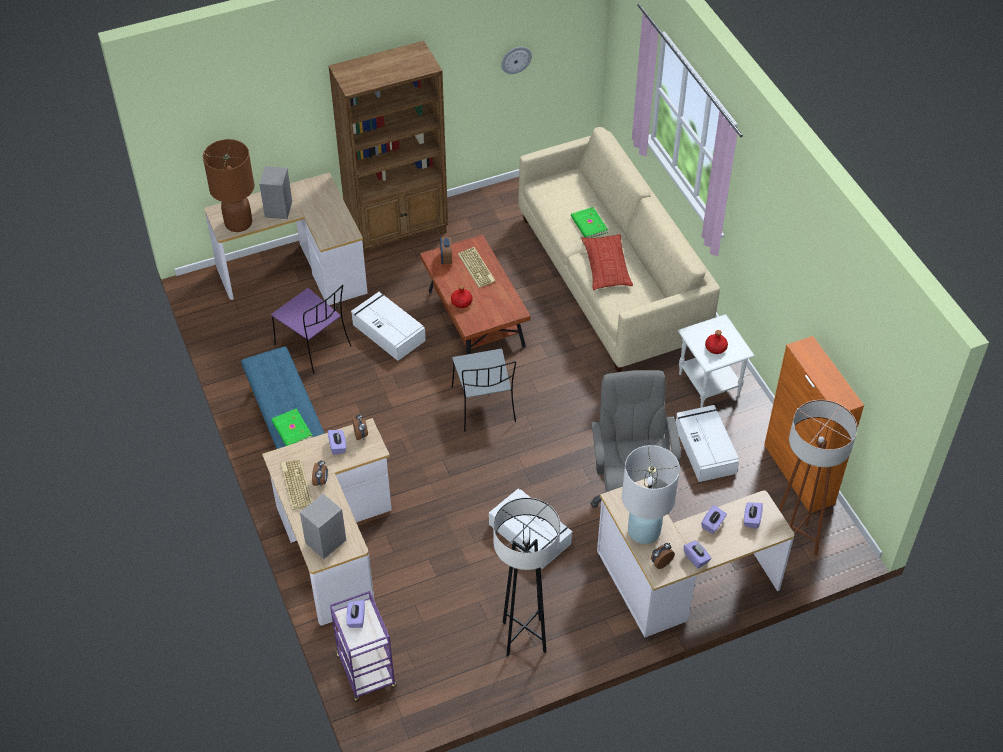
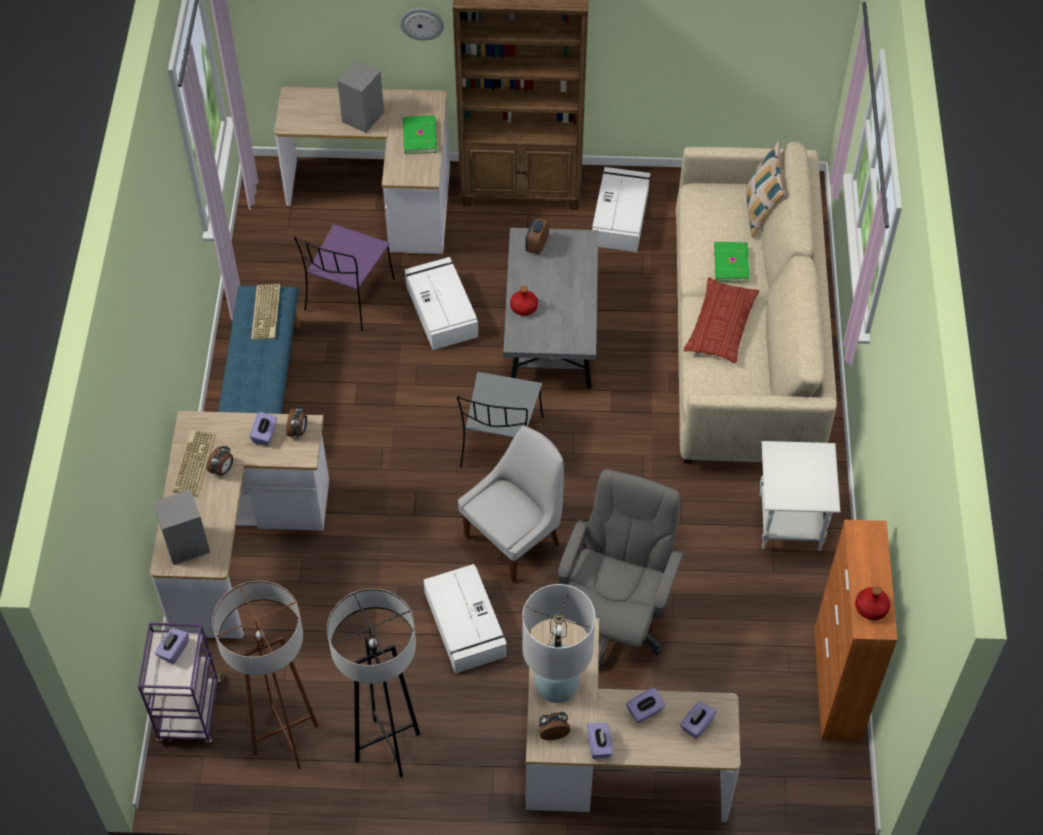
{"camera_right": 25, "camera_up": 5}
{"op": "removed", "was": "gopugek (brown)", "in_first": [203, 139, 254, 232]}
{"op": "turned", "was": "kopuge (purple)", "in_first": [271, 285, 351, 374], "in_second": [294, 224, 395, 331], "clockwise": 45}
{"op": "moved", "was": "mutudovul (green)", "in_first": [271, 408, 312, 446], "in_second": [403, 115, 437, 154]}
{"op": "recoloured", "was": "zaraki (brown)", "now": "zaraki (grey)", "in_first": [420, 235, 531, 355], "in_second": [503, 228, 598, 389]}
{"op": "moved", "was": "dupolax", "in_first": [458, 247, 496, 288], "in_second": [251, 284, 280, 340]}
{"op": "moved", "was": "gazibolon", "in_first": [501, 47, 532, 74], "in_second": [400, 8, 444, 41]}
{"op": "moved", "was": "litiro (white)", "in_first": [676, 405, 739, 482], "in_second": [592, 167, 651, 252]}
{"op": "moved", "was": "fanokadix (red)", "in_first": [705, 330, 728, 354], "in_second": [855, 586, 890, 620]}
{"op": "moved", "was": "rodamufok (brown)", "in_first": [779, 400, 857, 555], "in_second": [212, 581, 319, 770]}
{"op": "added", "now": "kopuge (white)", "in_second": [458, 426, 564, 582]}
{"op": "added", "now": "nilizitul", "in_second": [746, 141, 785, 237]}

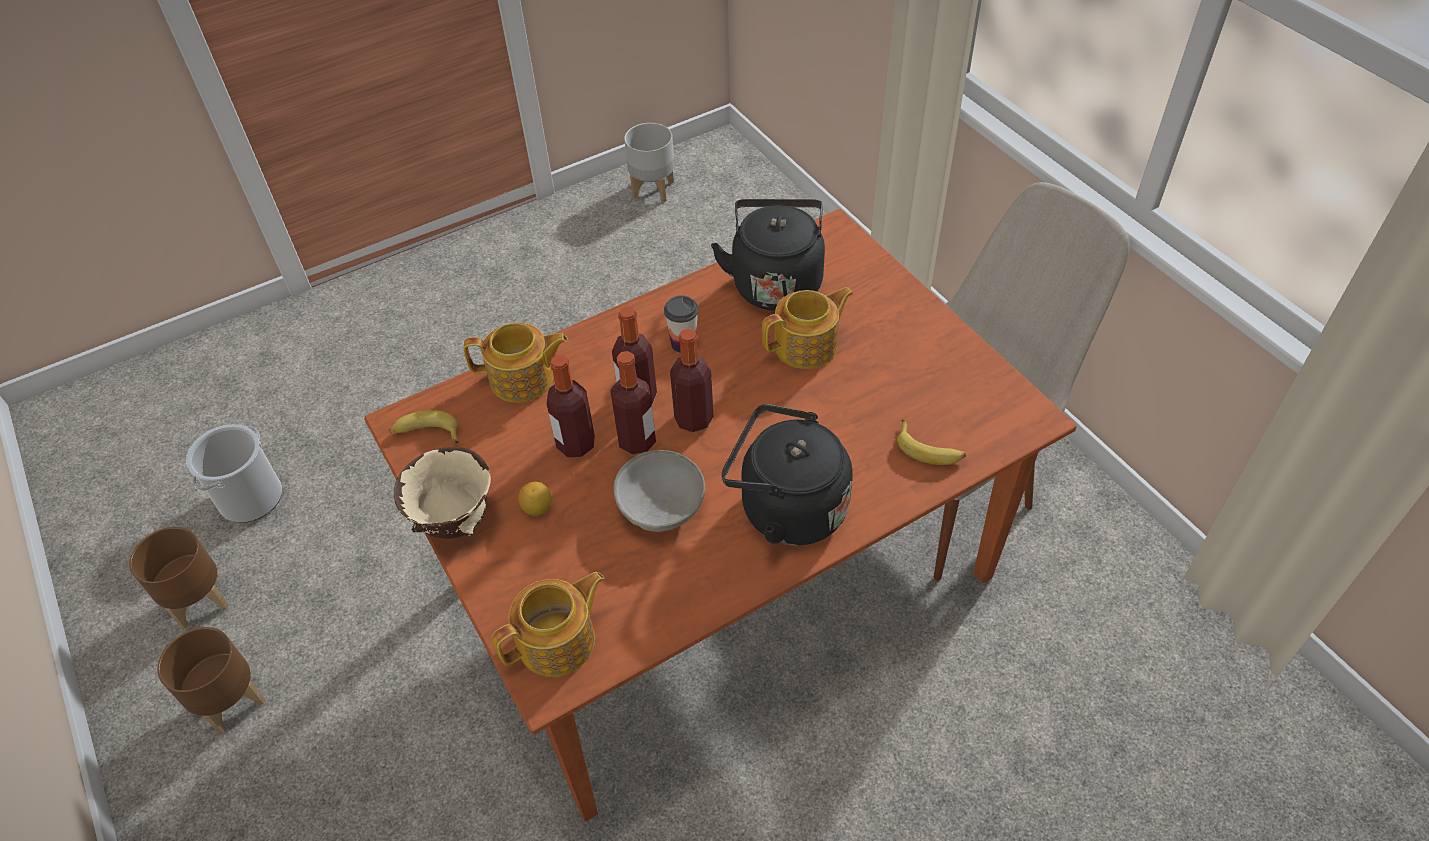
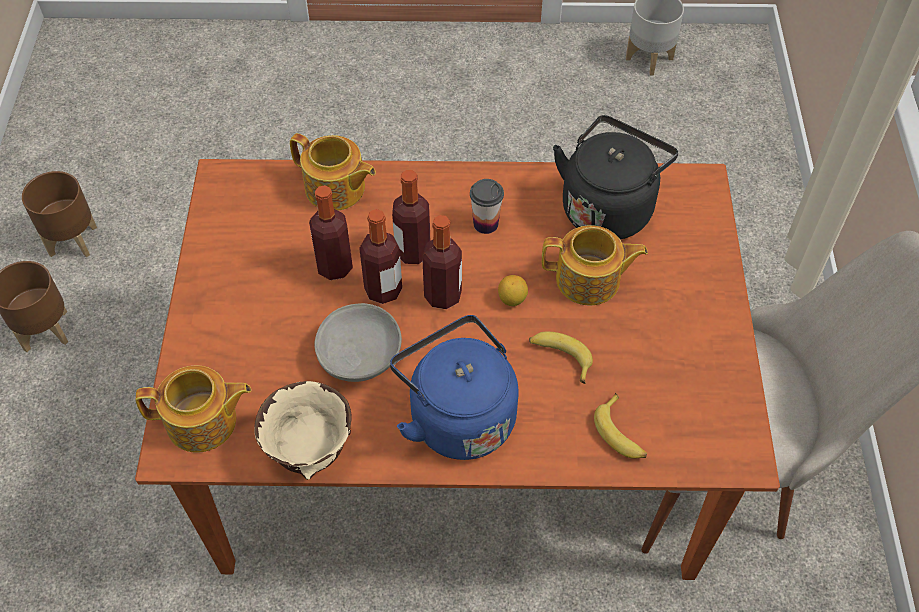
{"camera_right": 30, "camera_up": 5}
{"op": "removed", "was": "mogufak", "in_first": [186, 424, 282, 523]}
{"op": "moved", "was": "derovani", "in_first": [389, 410, 459, 443], "in_second": [529, 331, 593, 384]}
{"op": "moved", "was": "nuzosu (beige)", "in_first": [394, 447, 491, 539], "in_second": [254, 381, 352, 480]}
{"op": "moved", "was": "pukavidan", "in_first": [518, 481, 552, 516], "in_second": [498, 275, 528, 306]}
{"op": "recoloured", "was": "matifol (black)", "now": "matifol (blue)", "in_first": [721, 404, 853, 545], "in_second": [390, 315, 519, 460]}

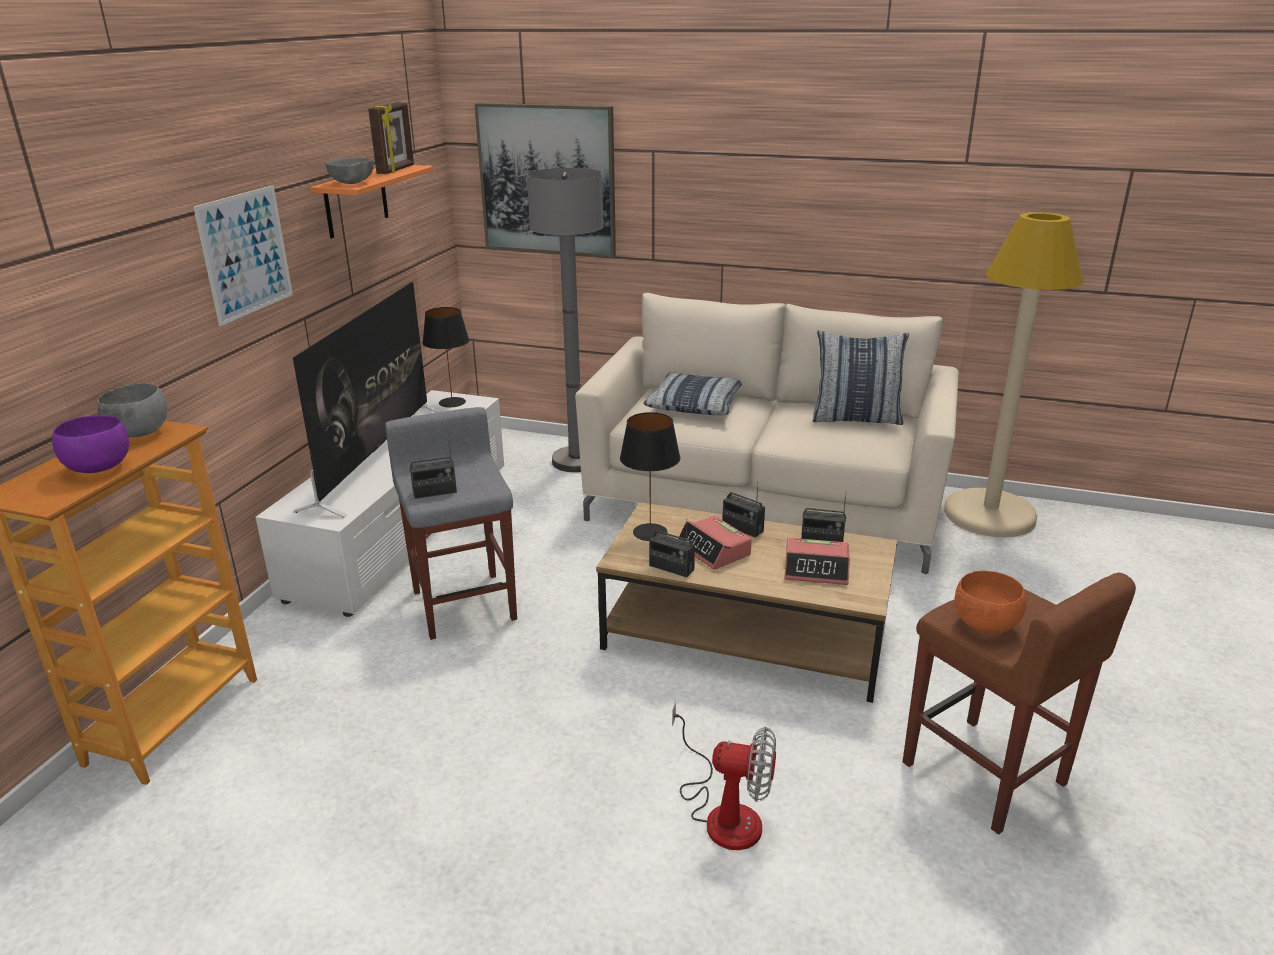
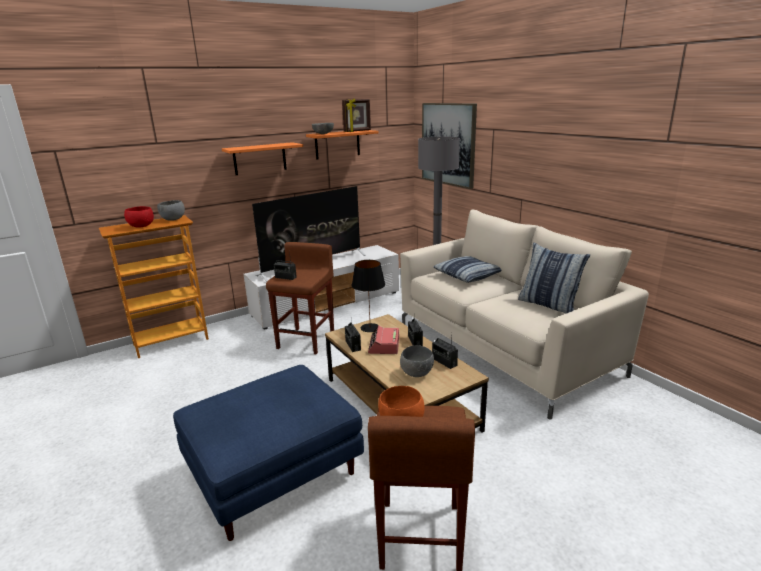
{"camera_right": 40, "camera_up": -5}
{"op": "recoloured", "was": "nuzosu (purple)", "now": "nuzosu (red)", "in_first": [52, 415, 129, 473], "in_second": [124, 206, 154, 228]}
{"op": "replaced", "was": "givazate", "now": "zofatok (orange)", "in_first": [193, 185, 293, 326], "in_second": [222, 142, 303, 175]}
{"op": "recoloured", "was": "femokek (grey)", "now": "femokek (brown)", "in_first": [385, 407, 517, 640], "in_second": [266, 242, 334, 354]}
{"op": "removed", "was": "gopugek (black)", "in_first": [422, 307, 469, 407]}
{"op": "replaced", "was": "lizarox", "now": "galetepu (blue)", "in_first": [672, 702, 776, 850], "in_second": [173, 365, 364, 541]}
{"op": "replaced", "was": "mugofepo", "now": "nuzosu (grey)", "in_first": [784, 538, 850, 585], "in_second": [400, 345, 434, 377]}
{"op": "removed", "was": "rodamufok (beige)", "in_first": [944, 212, 1083, 537]}

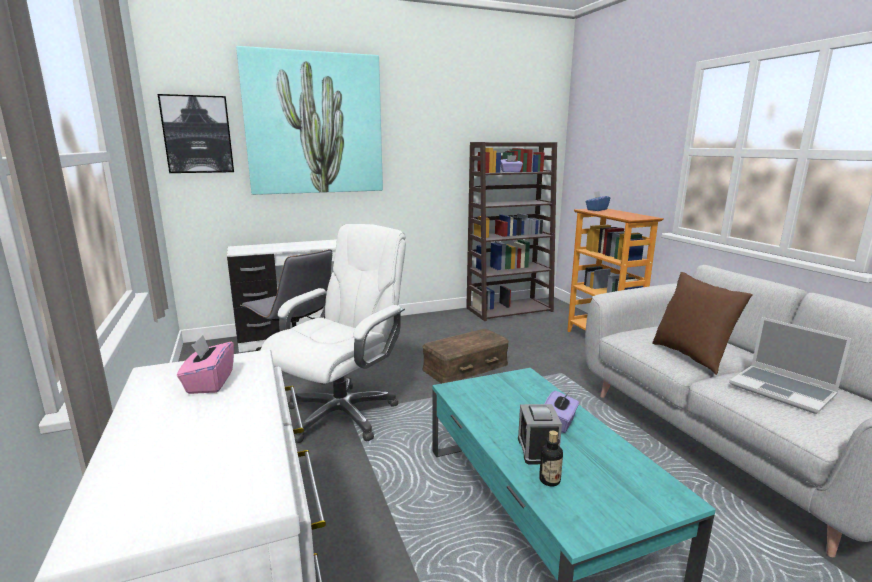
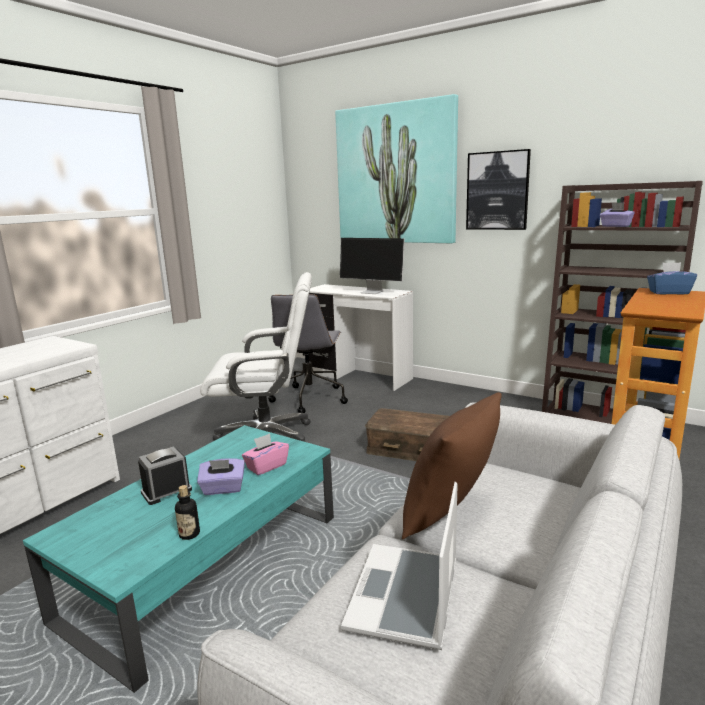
{"camera_right": 55, "camera_up": 0}
{"op": "moved", "was": "givazate", "in_first": [158, 94, 234, 173], "in_second": [466, 149, 531, 230]}
{"op": "moved", "was": "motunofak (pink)", "in_first": [177, 335, 234, 394], "in_second": [242, 433, 289, 475]}
{"op": "moved", "was": "fanokadix", "in_first": [539, 430, 563, 486], "in_second": [175, 485, 200, 540]}
{"op": "added", "now": "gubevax", "in_second": [340, 238, 405, 294]}

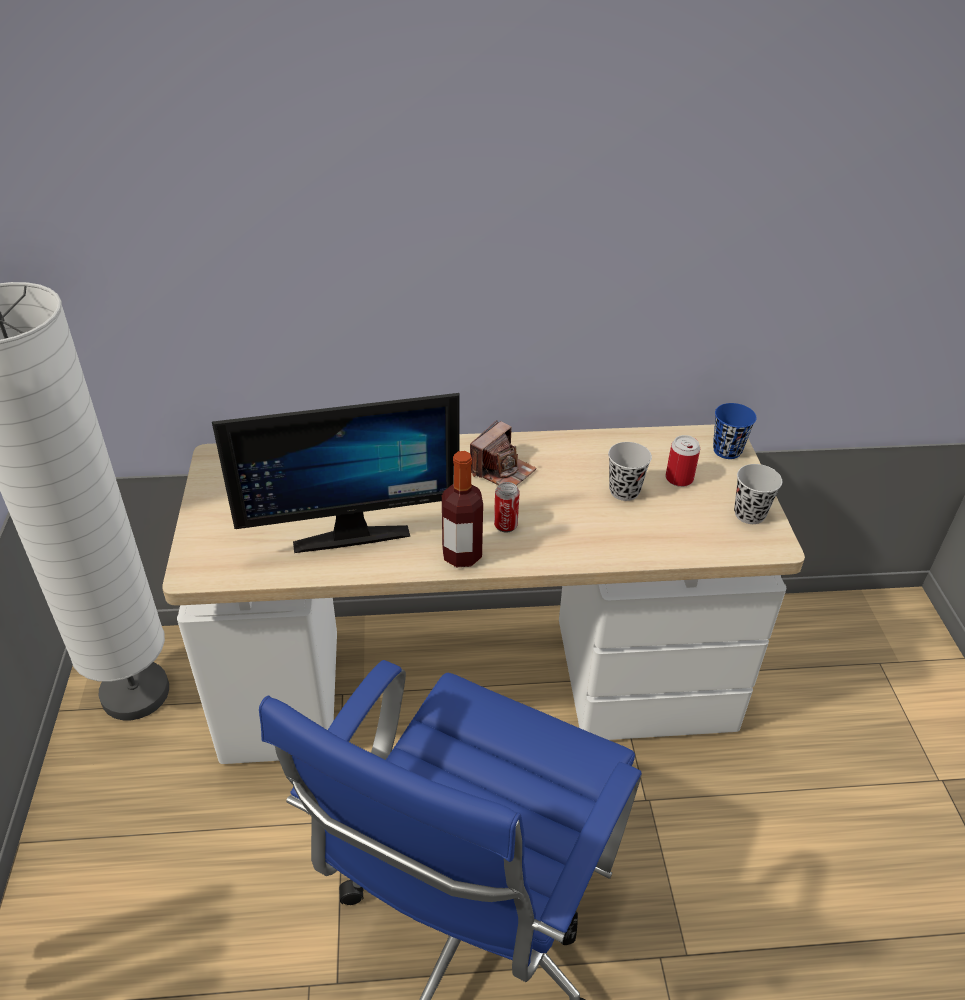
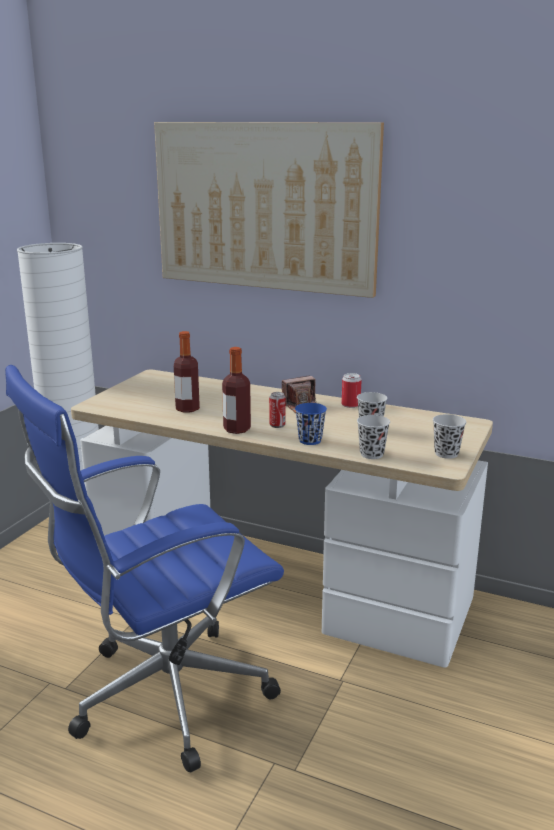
{"camera_right": 30, "camera_up": -20}
{"op": "replaced", "was": "gubevax", "now": "fanokadix", "in_first": [212, 393, 460, 553], "in_second": [174, 331, 200, 413]}
{"op": "moved", "was": "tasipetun", "in_first": [666, 435, 700, 487], "in_second": [342, 373, 362, 408]}
{"op": "moved", "was": "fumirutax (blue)", "in_first": [713, 403, 757, 459], "in_second": [295, 403, 327, 445]}
{"op": "added", "now": "givazate", "in_second": [154, 122, 384, 298]}
{"op": "added", "now": "fumirutax (black)", "in_second": [357, 415, 390, 459]}

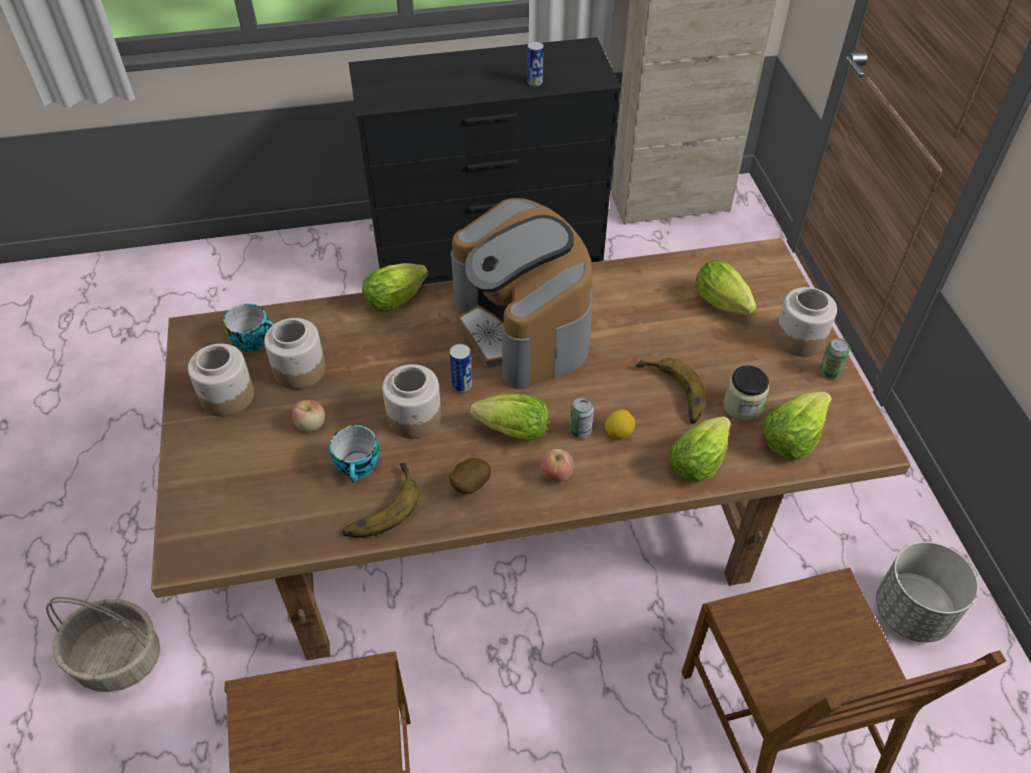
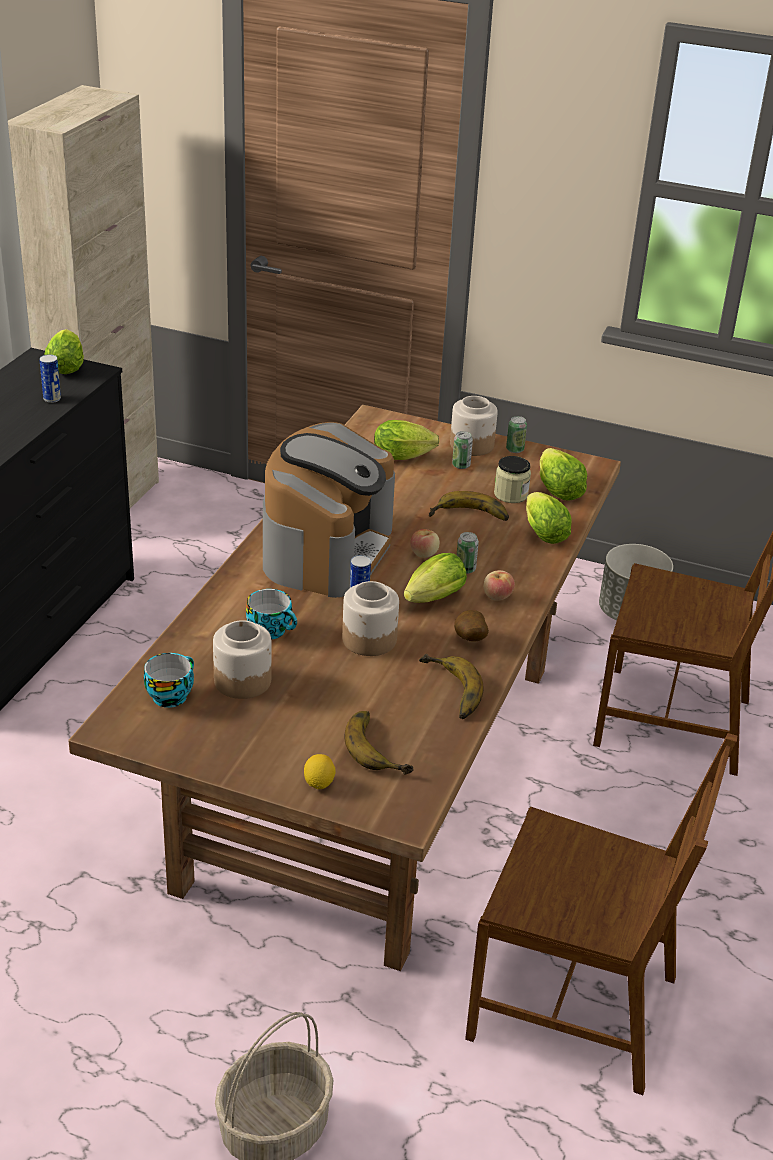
{"camera_right": -60, "camera_up": -15}
{"op": "removed", "was": "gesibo", "in_first": [188, 344, 254, 417]}
{"op": "moved", "was": "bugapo", "in_first": [292, 400, 325, 432], "in_second": [410, 529, 440, 558]}
{"op": "moved", "was": "fumirutax", "in_first": [330, 425, 379, 483], "in_second": [246, 589, 297, 639]}
{"op": "moved", "was": "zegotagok", "in_first": [362, 263, 428, 312], "in_second": [44, 329, 84, 374]}
{"op": "turned", "was": "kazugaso", "in_first": [451, 198, 593, 389], "in_second": [263, 422, 395, 598], "clockwise": -75}
{"op": "moved", "was": "pukavidan", "in_first": [605, 409, 636, 439], "in_second": [304, 754, 336, 789]}
{"op": "added", "now": "derovani", "in_second": [345, 711, 414, 774]}
{"op": "added", "now": "tasipetun", "in_second": [452, 431, 473, 469]}

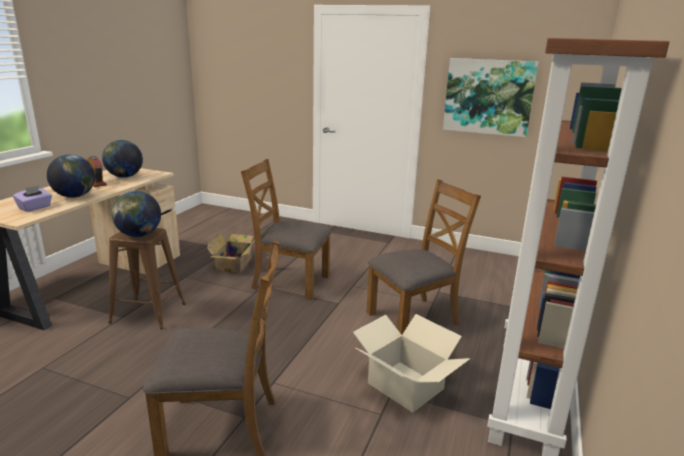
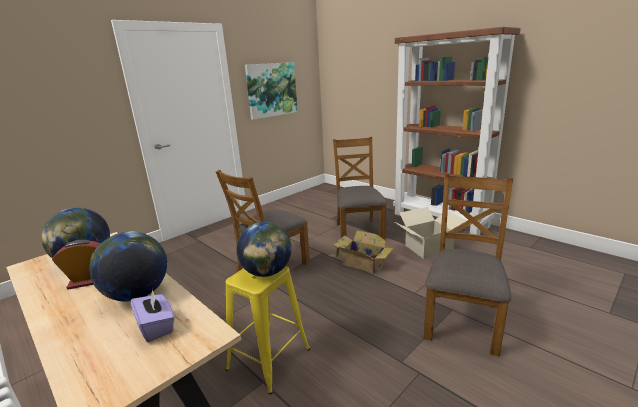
{"camera_right": -65, "camera_up": 0}
{"op": "recoloured", "was": "femokek (brown)", "now": "femokek (yellow)", "in_first": [108, 228, 186, 330], "in_second": [226, 266, 310, 394]}
{"op": "moved", "was": "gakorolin", "in_first": [207, 233, 255, 273], "in_second": [328, 230, 394, 273]}

